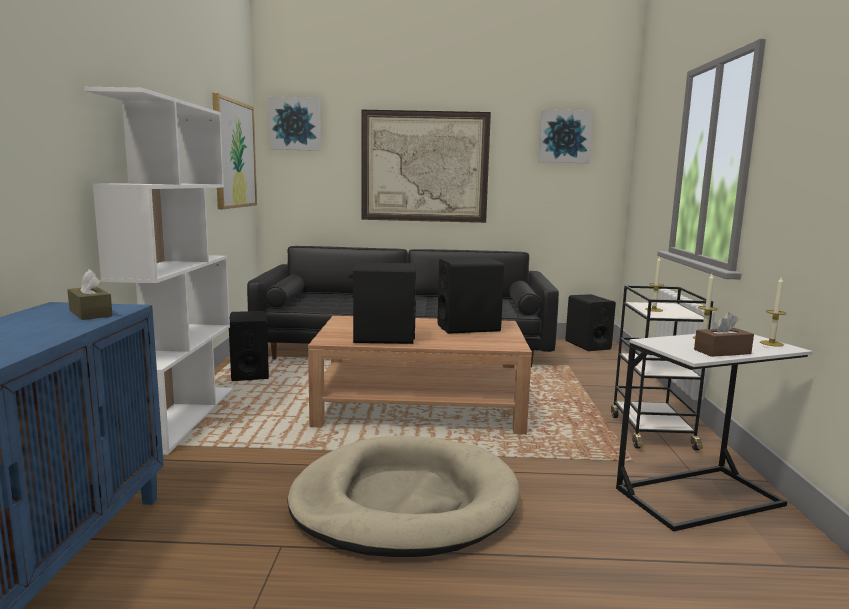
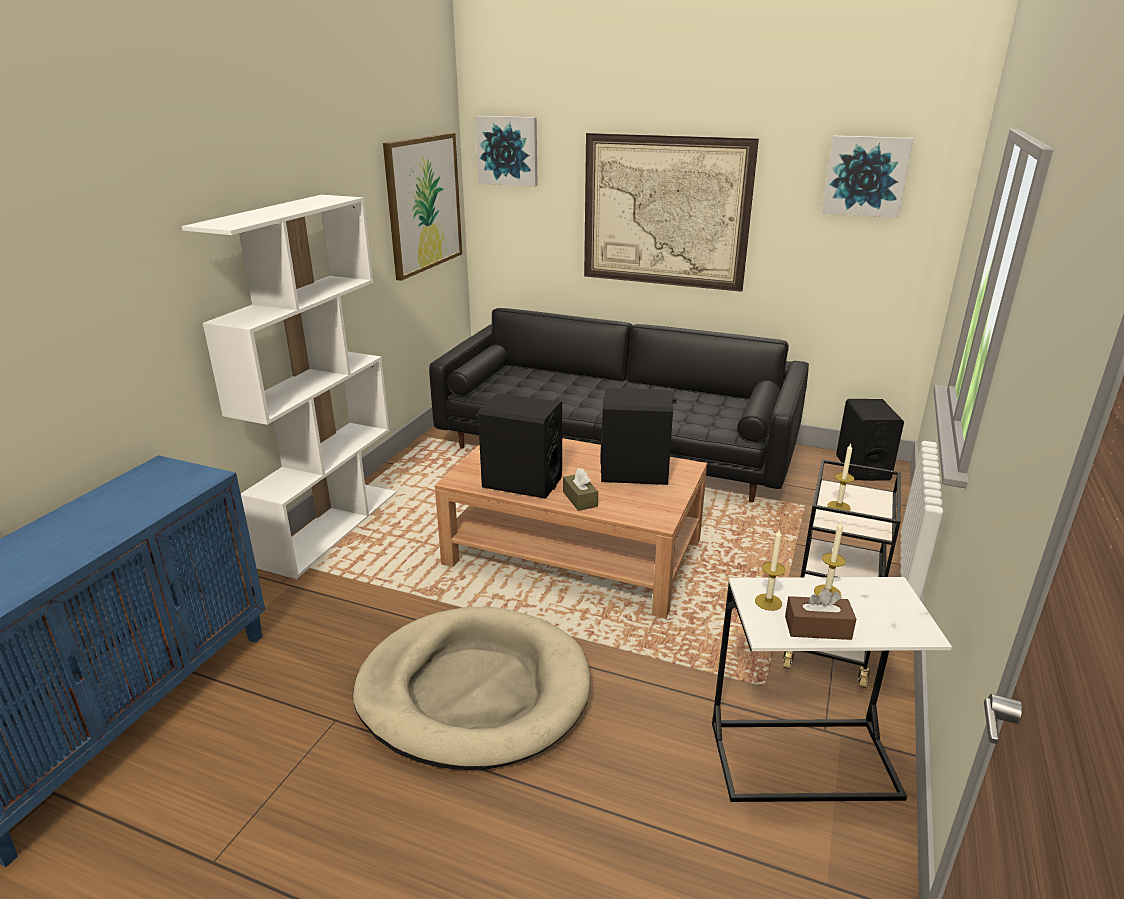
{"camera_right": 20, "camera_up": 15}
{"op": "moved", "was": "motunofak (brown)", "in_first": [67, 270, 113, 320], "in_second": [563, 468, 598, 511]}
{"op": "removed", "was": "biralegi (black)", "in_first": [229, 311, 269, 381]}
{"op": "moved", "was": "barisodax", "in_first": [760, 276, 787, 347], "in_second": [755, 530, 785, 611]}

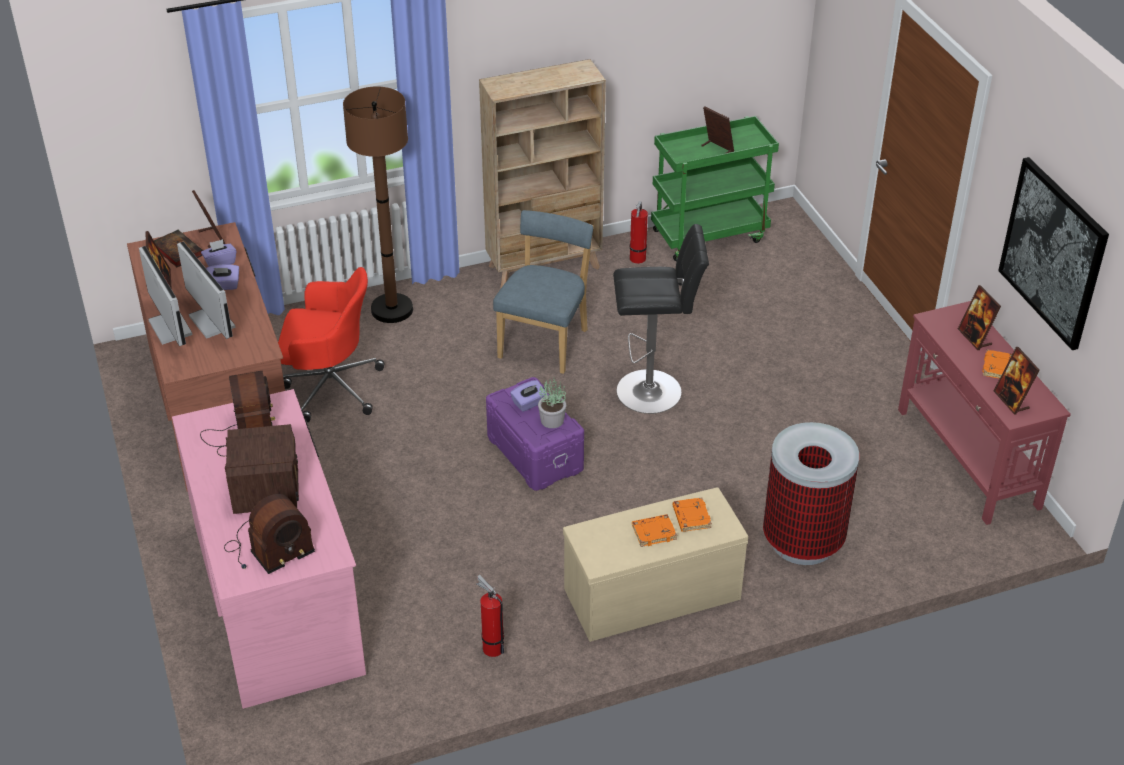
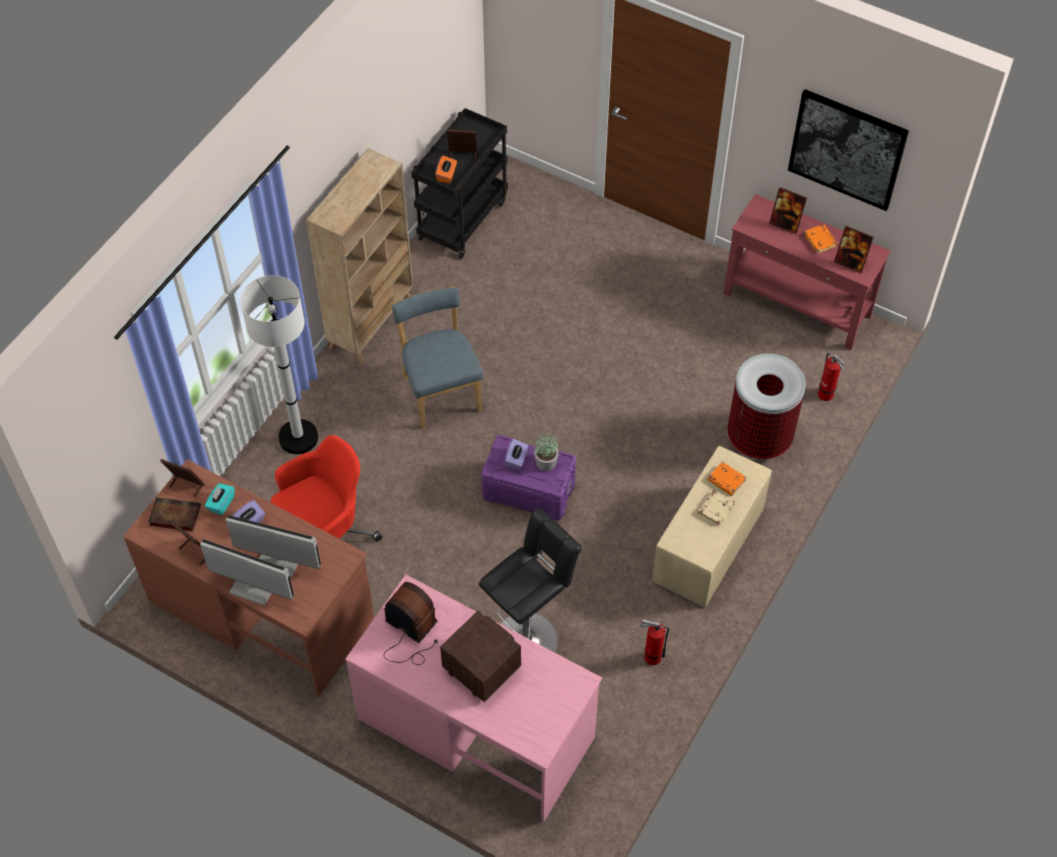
{"camera_right": -40, "camera_up": 15}
{"op": "recoloured", "was": "motunofak (purple)", "now": "motunofak (turquoise)", "in_first": [201, 239, 236, 267], "in_second": [205, 483, 235, 515]}
{"op": "removed", "was": "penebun", "in_first": [224, 494, 315, 574]}
{"op": "recoloured", "was": "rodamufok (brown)", "now": "rodamufok (white)", "in_first": [343, 87, 413, 323], "in_second": [240, 275, 318, 454]}
{"op": "moved", "was": "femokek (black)", "in_first": [613, 224, 709, 414], "in_second": [479, 508, 582, 652]}
{"op": "moved", "was": "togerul", "in_first": [630, 201, 648, 264], "in_second": [818, 353, 845, 401]}
{"op": "recoloured", "was": "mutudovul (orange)", "now": "mutudovul (beige)", "in_first": [632, 514, 677, 547], "in_second": [698, 490, 735, 525]}
{"op": "recoloured", "was": "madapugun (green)", "now": "madapugun (black)", "in_first": [651, 116, 779, 261], "in_second": [411, 108, 508, 259]}
{"op": "added", "now": "motunofak (orange)", "in_second": [435, 155, 457, 183]}

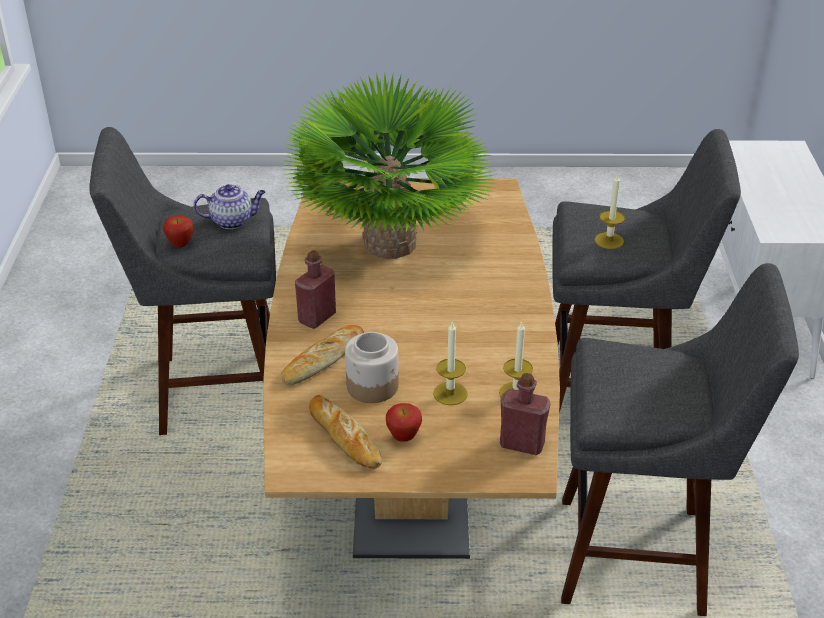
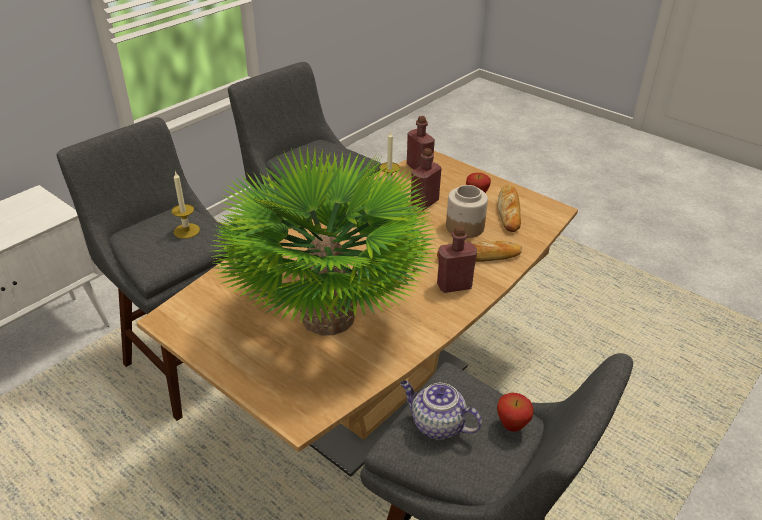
{"camera_right": -140, "camera_up": 0}
{"op": "replaced", "was": "barisodax", "now": "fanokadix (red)", "in_first": [433, 321, 468, 405], "in_second": [411, 148, 442, 210]}

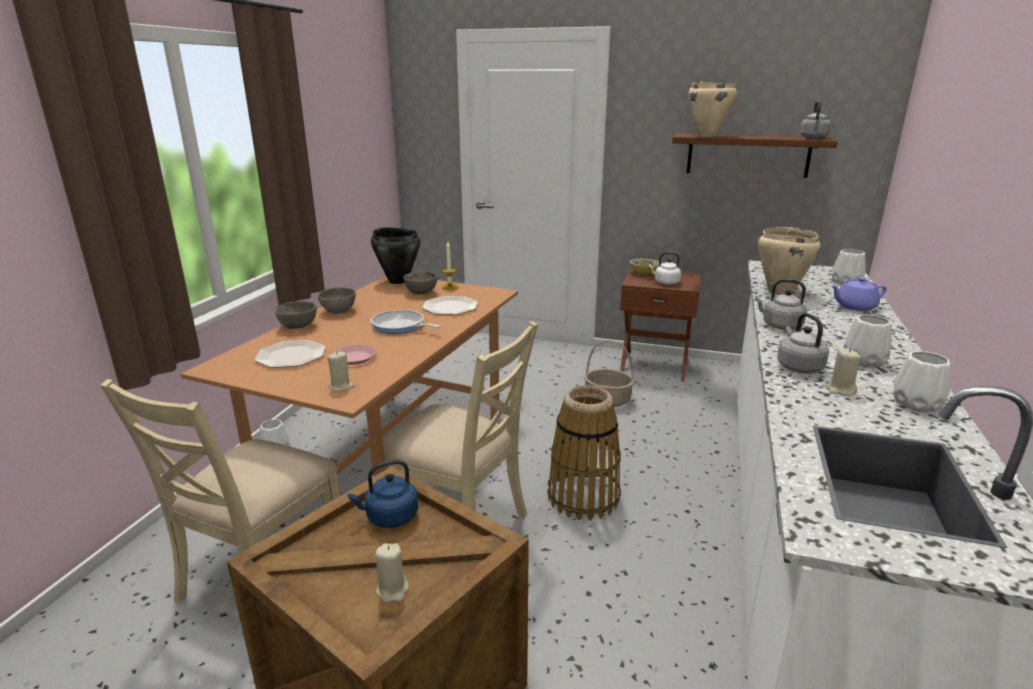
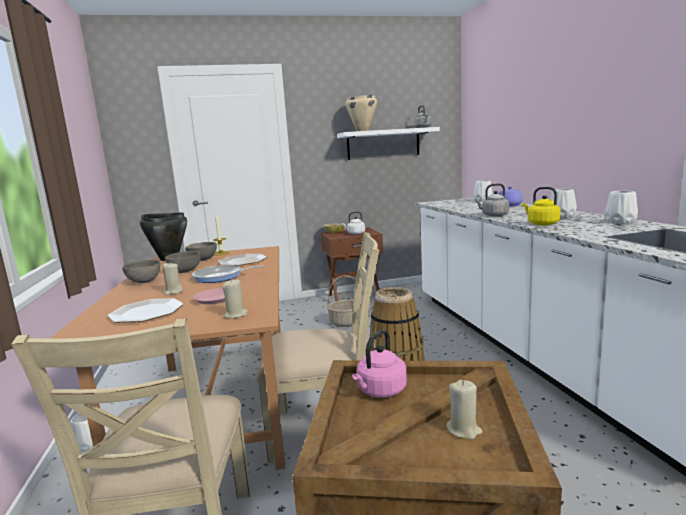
{"camera_right": -30, "camera_up": -10}
{"op": "moved", "was": "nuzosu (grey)", "in_first": [275, 301, 317, 329], "in_second": [165, 251, 201, 273]}
{"op": "recoloured", "was": "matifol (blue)", "now": "matifol (pink)", "in_first": [348, 460, 418, 528], "in_second": [352, 330, 407, 398]}
{"op": "recoloured", "was": "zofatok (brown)", "now": "zofatok (white)", "in_first": [672, 133, 838, 178], "in_second": [337, 127, 440, 160]}
{"op": "removed", "was": "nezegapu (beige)", "in_first": [758, 227, 820, 295]}
{"op": "recoloured", "was": "matifol (grey)", "now": "matifol (yellow)", "in_first": [777, 313, 829, 374], "in_second": [522, 187, 561, 225]}
{"op": "moved", "was": "barisodax (beige)", "in_first": [826, 348, 861, 396], "in_second": [163, 262, 184, 295]}

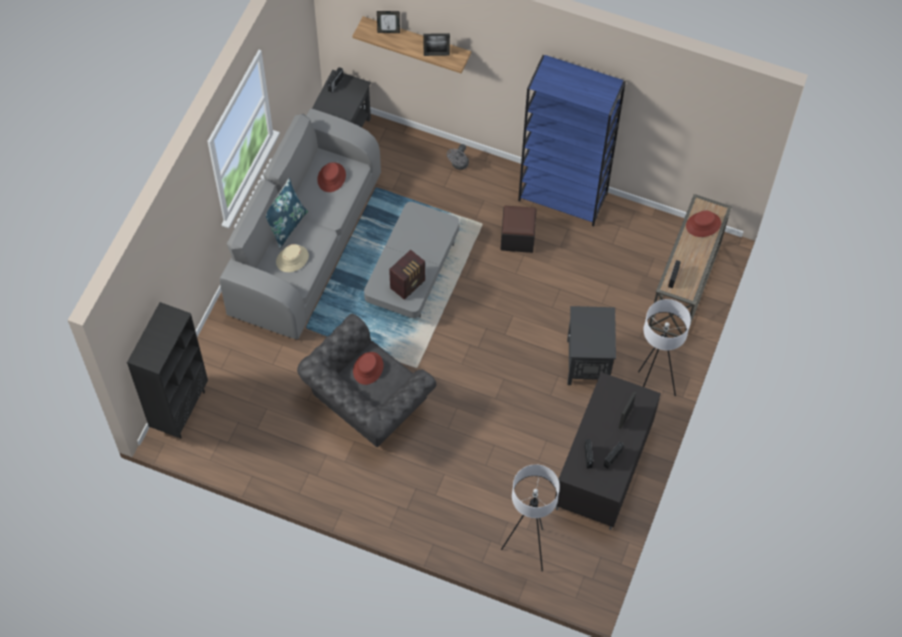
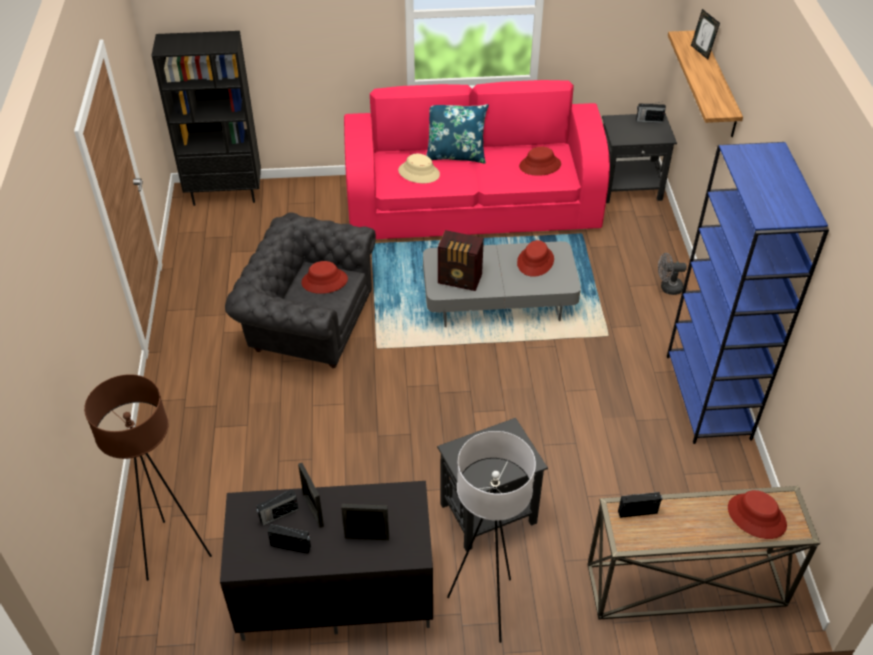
{"camera_right": 65, "camera_up": -15}
{"op": "recoloured", "was": "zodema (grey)", "now": "zodema (pink)", "in_first": [220, 109, 381, 339], "in_second": [344, 80, 610, 239]}
{"op": "moved", "was": "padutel", "in_first": [423, 33, 450, 56], "in_second": [298, 463, 324, 528]}
{"op": "removed", "was": "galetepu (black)", "in_first": [500, 206, 536, 253]}
{"op": "recoloured", "was": "rodamufok (white)", "now": "rodamufok (brown)", "in_first": [501, 464, 560, 572], "in_second": [84, 374, 212, 581]}
{"op": "added", "now": "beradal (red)", "in_second": [517, 240, 554, 277]}

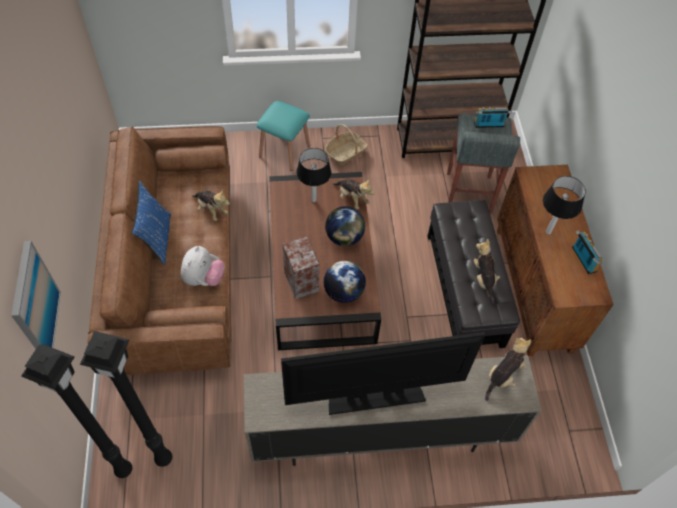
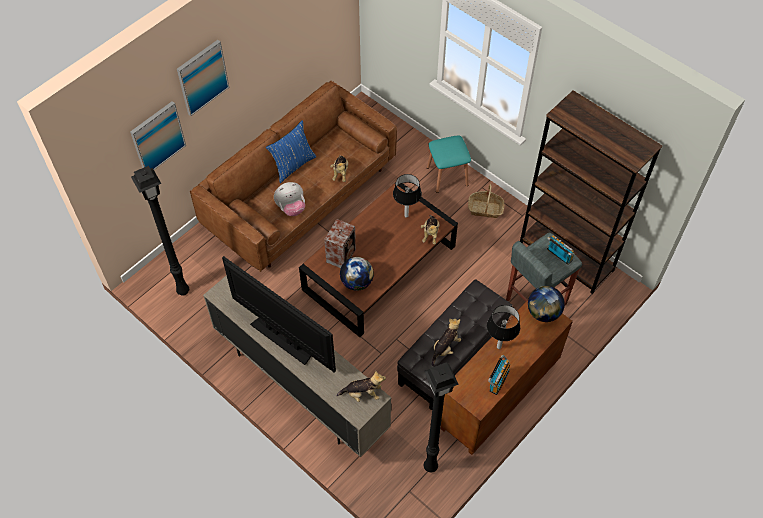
{"camera_right": 50, "camera_up": 0}
{"op": "moved", "was": "rodamufok (black)", "in_first": [21, 344, 132, 478], "in_second": [424, 362, 459, 472]}
{"op": "moved", "was": "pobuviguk", "in_first": [325, 206, 365, 246], "in_second": [528, 286, 565, 322]}
{"op": "added", "now": "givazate", "in_second": [177, 40, 229, 116]}

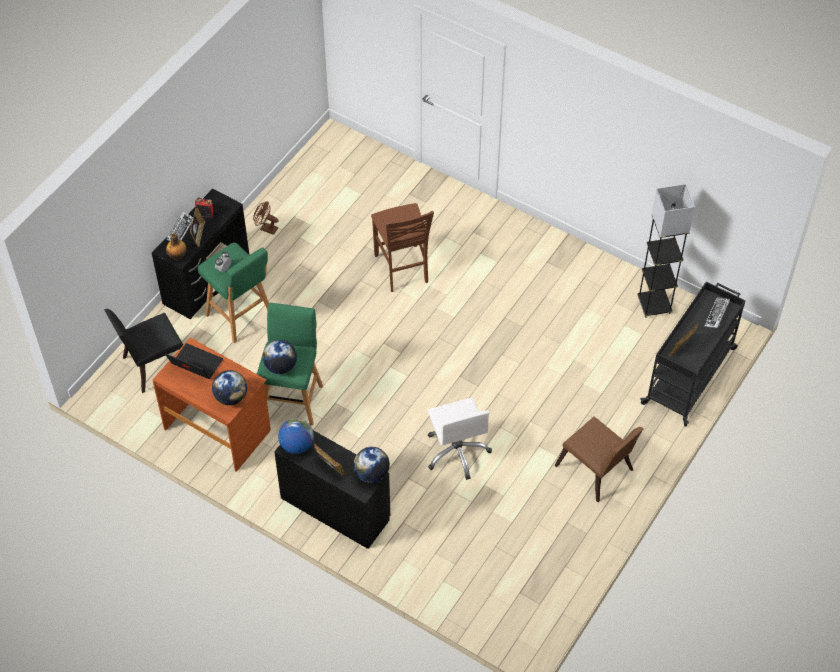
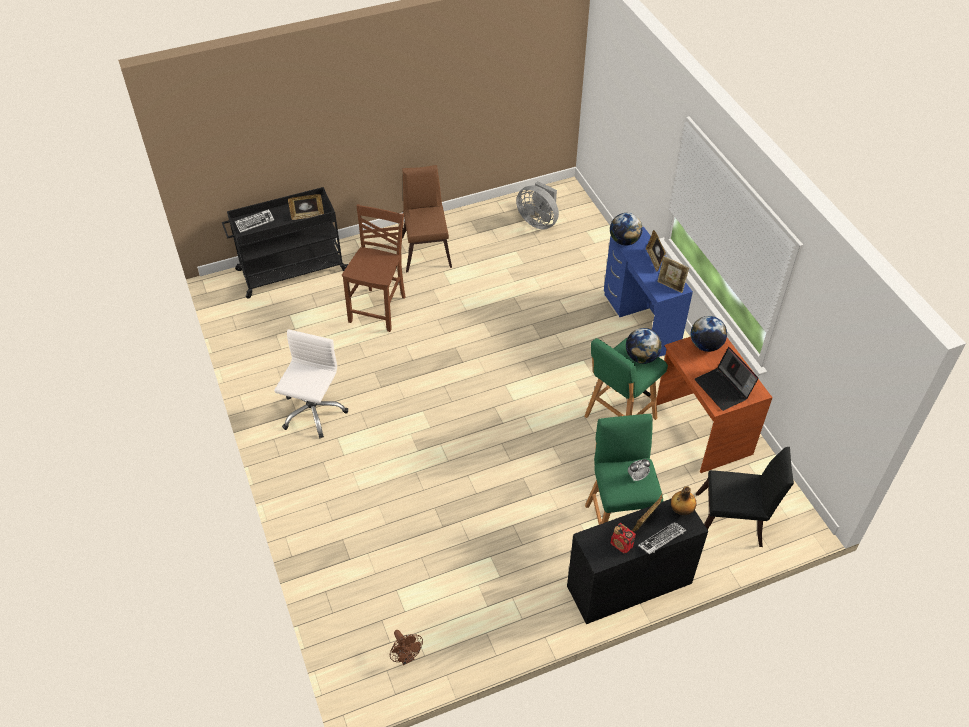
{"camera_right": -145, "camera_up": -5}
{"op": "moved", "was": "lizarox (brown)", "in_first": [253, 201, 278, 235], "in_second": [390, 630, 423, 665]}
{"op": "recoloured", "was": "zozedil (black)", "now": "zozedil (blue)", "in_first": [274, 430, 390, 549], "in_second": [604, 227, 693, 357]}
{"op": "replaced", "was": "pobuviguk", "now": "padutel", "in_first": [278, 418, 314, 454], "in_second": [657, 256, 689, 293]}
{"op": "moved", "was": "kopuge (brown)", "in_first": [371, 203, 434, 292], "in_second": [342, 204, 406, 332]}
{"op": "moved", "was": "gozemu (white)", "in_first": [428, 397, 492, 480], "in_second": [274, 329, 348, 438]}
{"op": "removed", "was": "rodamufok (grey)", "in_first": [637, 184, 695, 318]}
{"op": "added", "now": "lizarox (grey)", "in_second": [516, 181, 559, 230]}

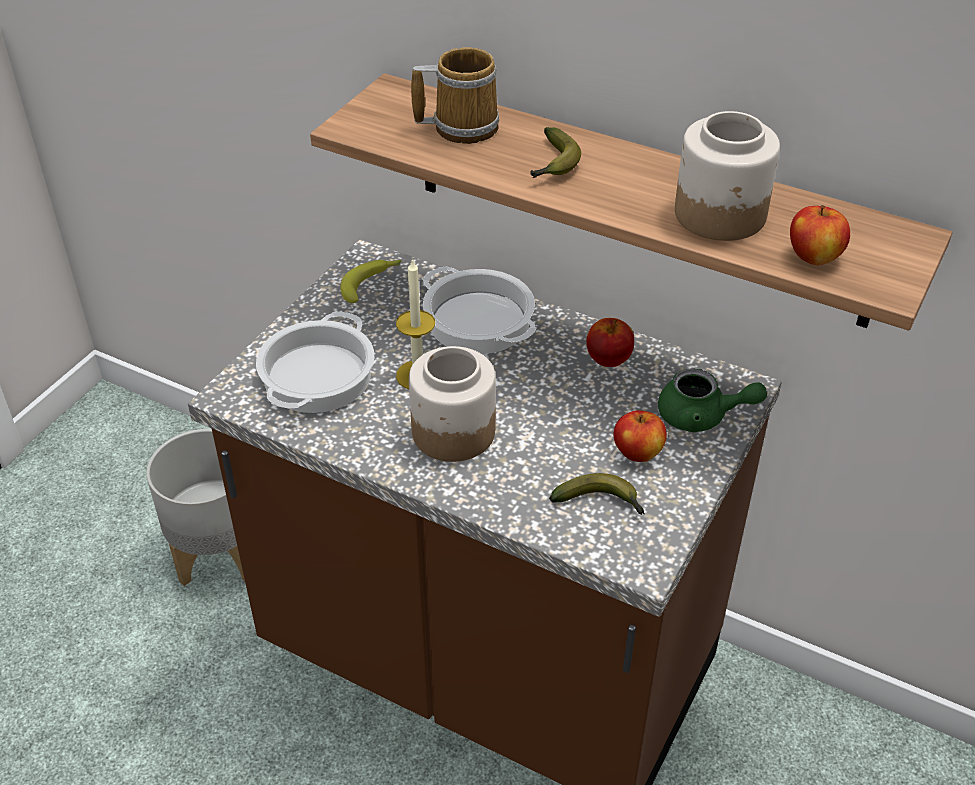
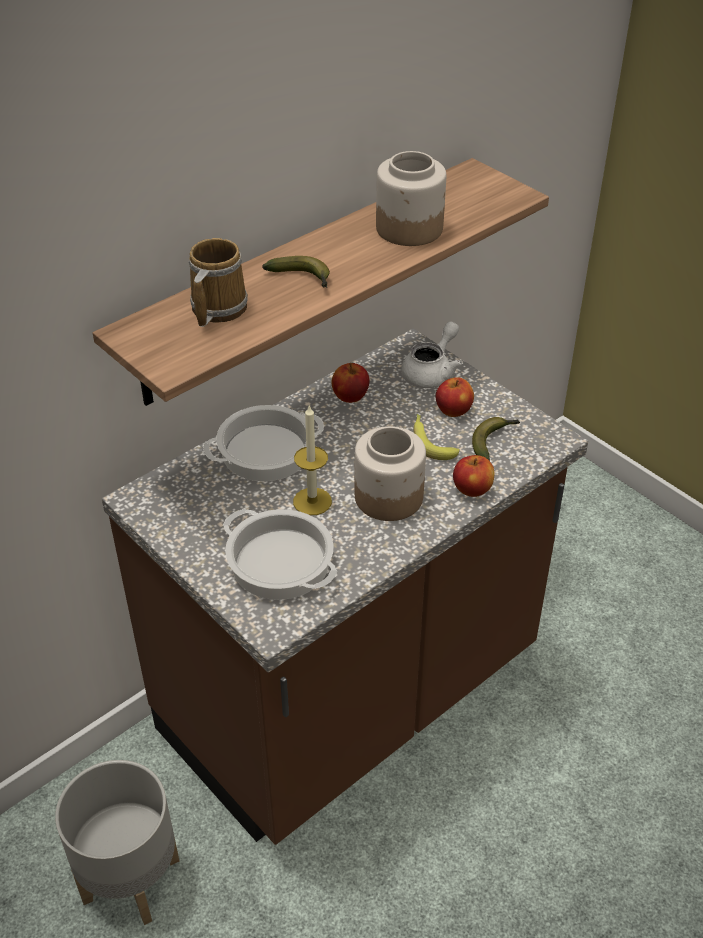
{"camera_right": -70, "camera_up": 0}
{"op": "moved", "was": "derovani", "in_first": [341, 260, 401, 303], "in_second": [414, 414, 460, 460]}
{"op": "recoloured", "was": "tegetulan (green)", "now": "tegetulan (white)", "in_first": [658, 368, 767, 432], "in_second": [401, 321, 463, 388]}
{"op": "moved", "was": "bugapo", "in_first": [790, 205, 850, 265], "in_second": [453, 455, 495, 497]}

